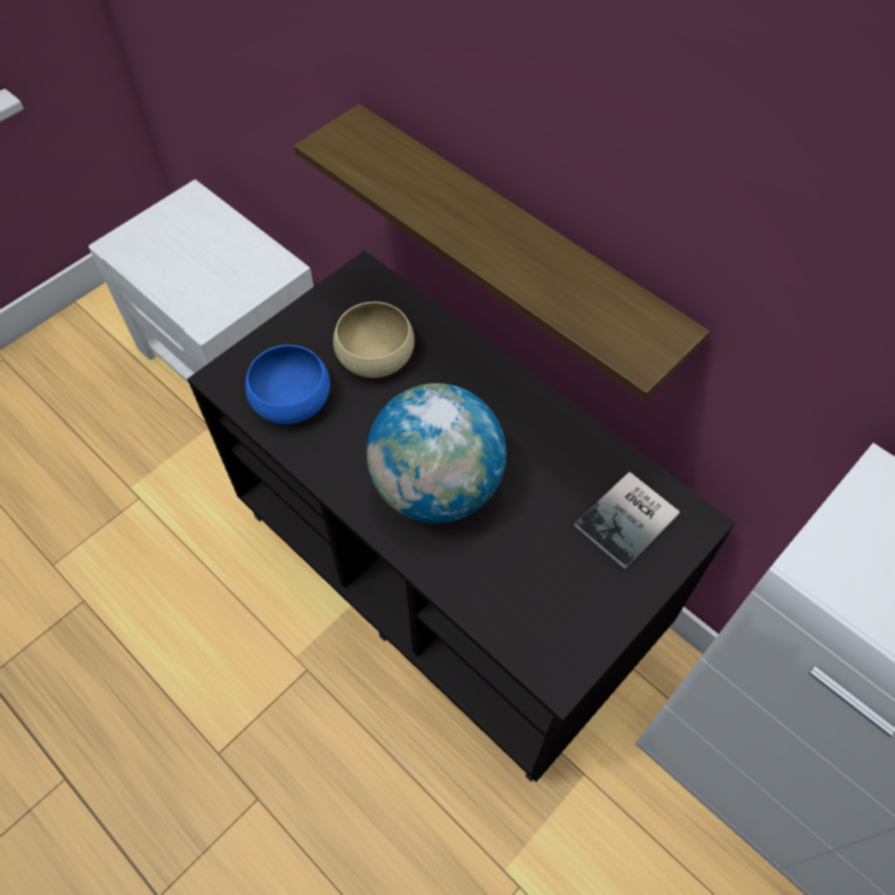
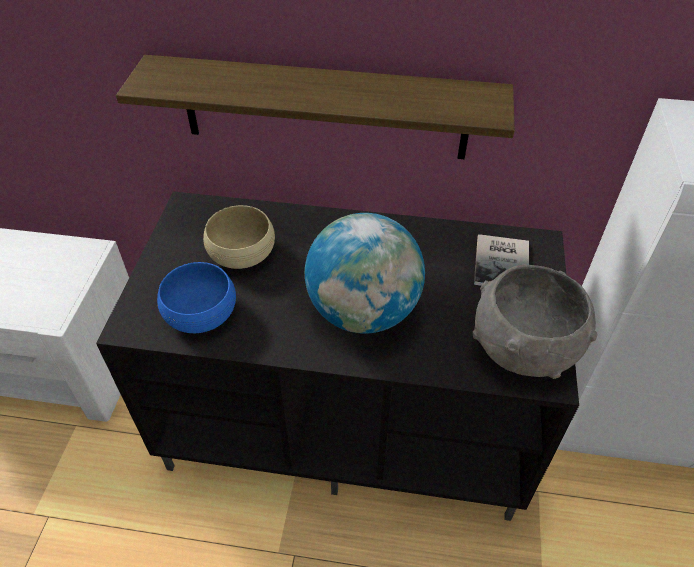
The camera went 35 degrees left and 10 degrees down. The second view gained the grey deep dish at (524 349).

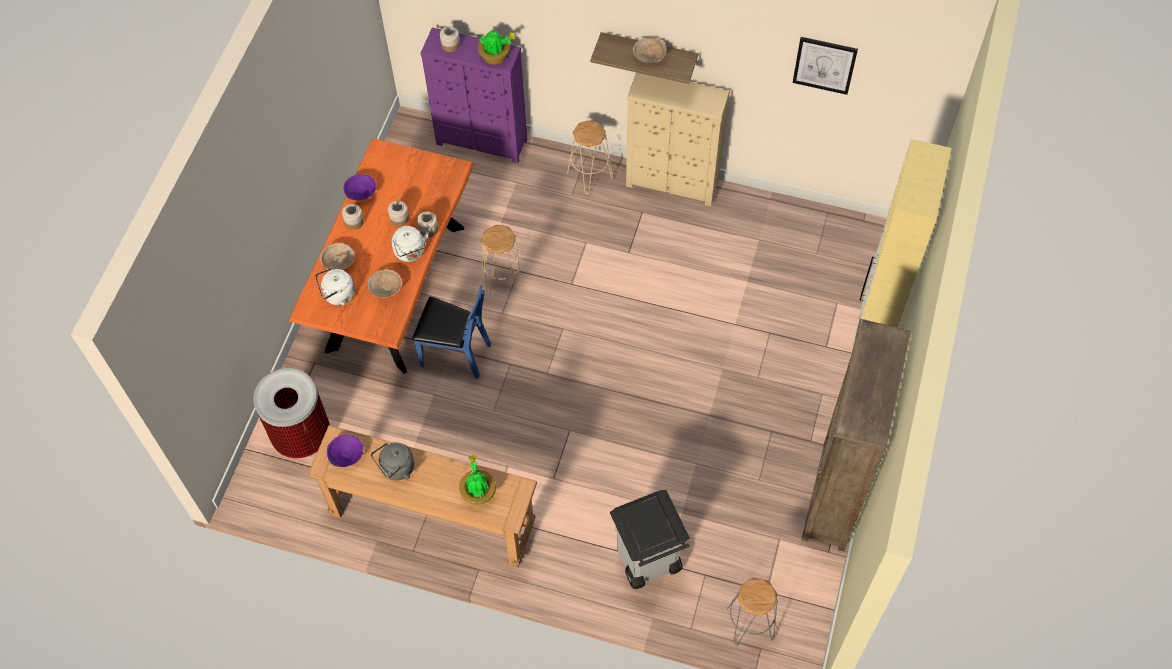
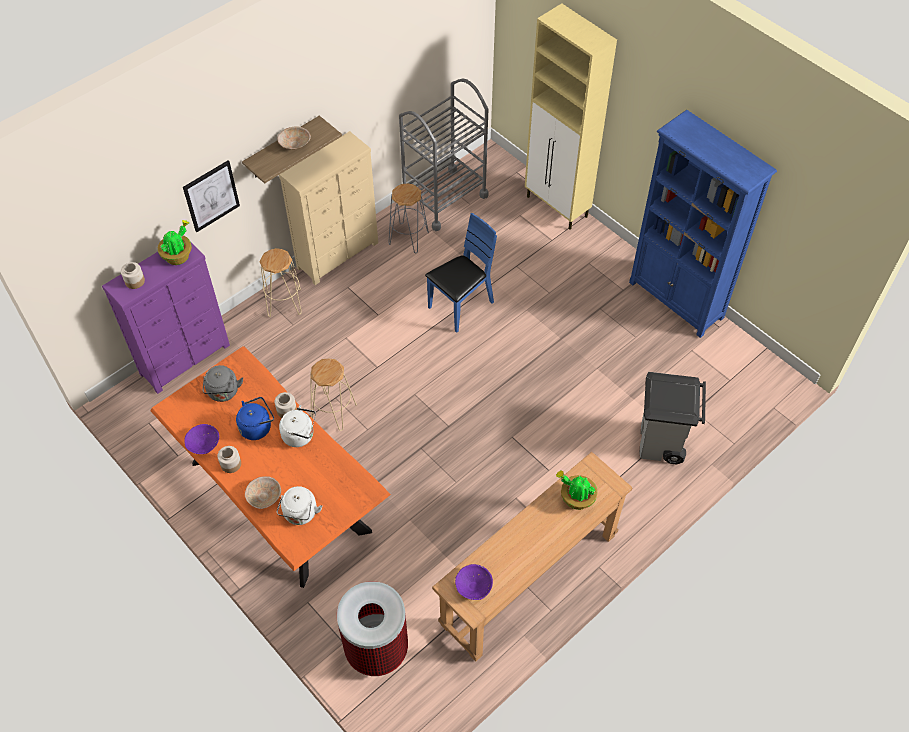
The camera went 60 degrees left and 5 degrees down. The second view lost the beige deep dish at (385 288). The grey water kettle ended up elsewhere, having gone from (396 469) to (223 393). Where the storage jar stood at (399 218), the blue water kettle came to stand at (257 427). The blue upright chair ended up elsewhere, having gone from (455 353) to (461 306). The grey sitting stool ended up elsewhere, having gone from (749 623) to (408 238). The wall picture ended up elsewhere, having gone from (824 65) to (211 196). What was the brownish shelving unit at (833 496) turned into the blue shelving unit at (676 300). The second view gained the grey cart at (444 199).

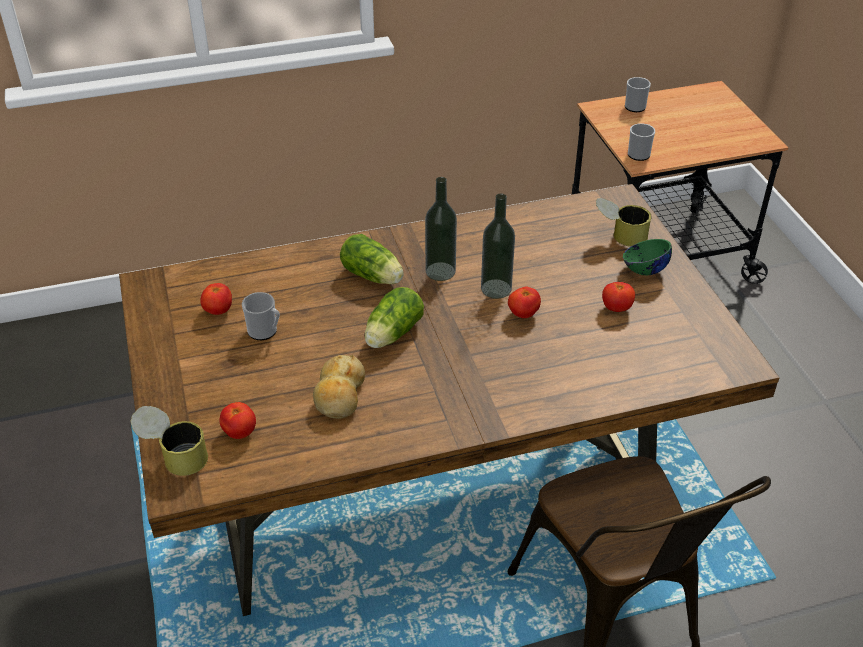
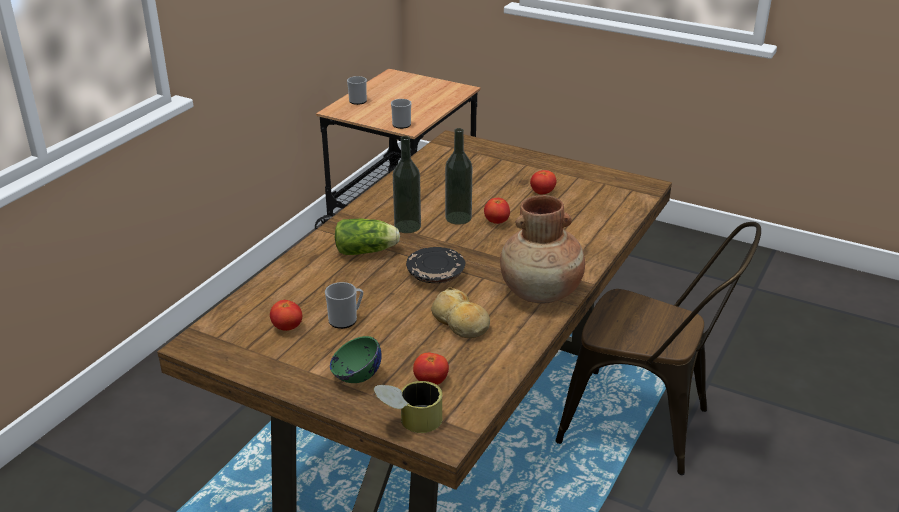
The camera went 45 degrees left and 10 degrees down. Where the lettuce head stood at (391 334), the blackish dinner plate came to stand at (436 274). The second view lost the metal can at (619 236). The greenish deep dish ended up elsewhere, having gone from (644 270) to (356 377). The second view gained the brownish decorative vase at (541 293).

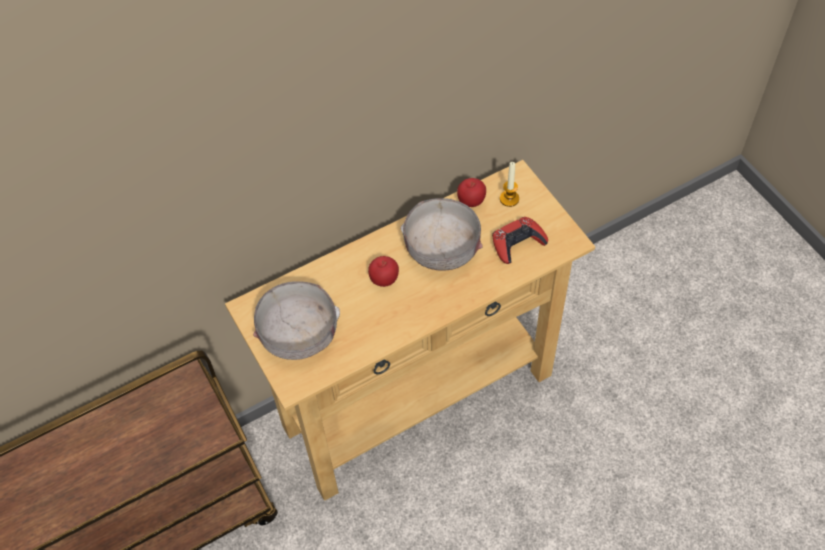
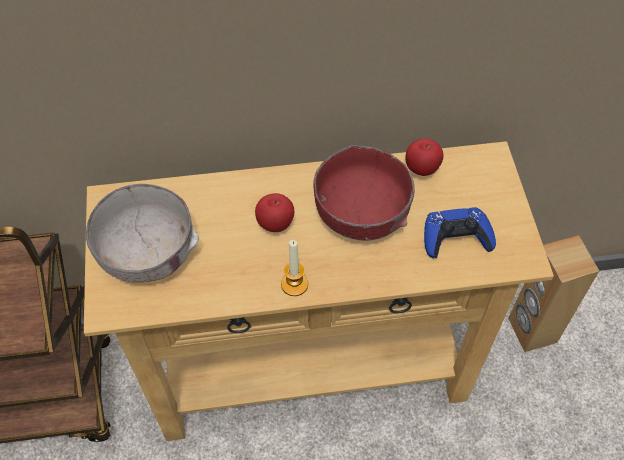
The camera went 20 degrees right and 0 degrees up. What was the grey deep dish at (442 249) turned into the reddish deep dish at (361 212). What was the reddish gamepad at (517 243) turned into the blue gamepad at (456 237). The wax light ended up elsewhere, having gone from (509 199) to (294 284). The second view gained the brownish speaker at (531 330).

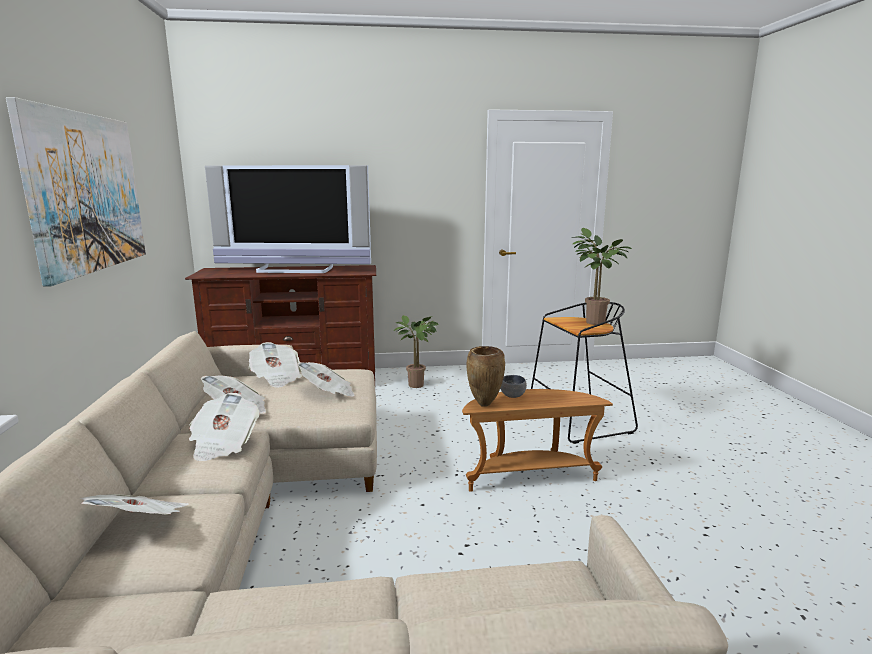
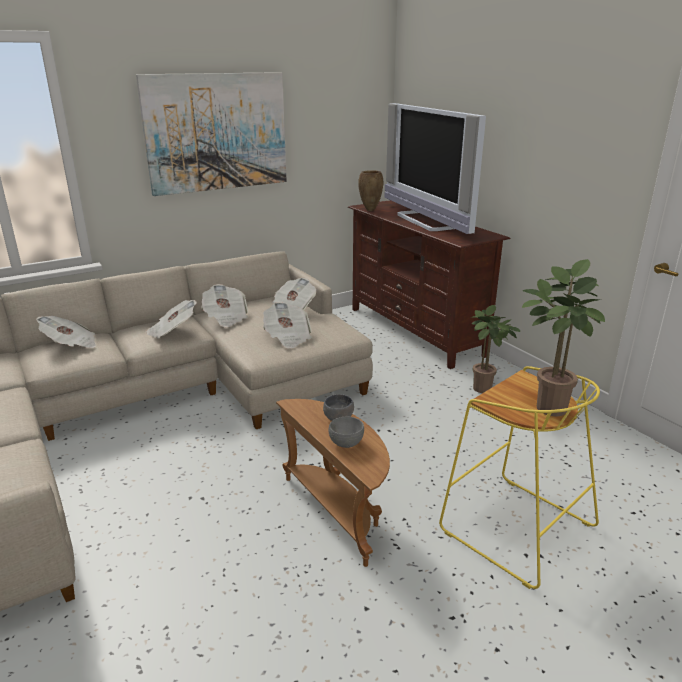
The camera went 65 degrees right and 10 degrees up. The brownish decorative vase ended up elsewhere, having gone from (484 405) to (369 210). What was the blackish sitting stool at (578 421) turned into the yellow-coloured sitting stool at (514 528). The second view gained the grey deep dish at (346 444).

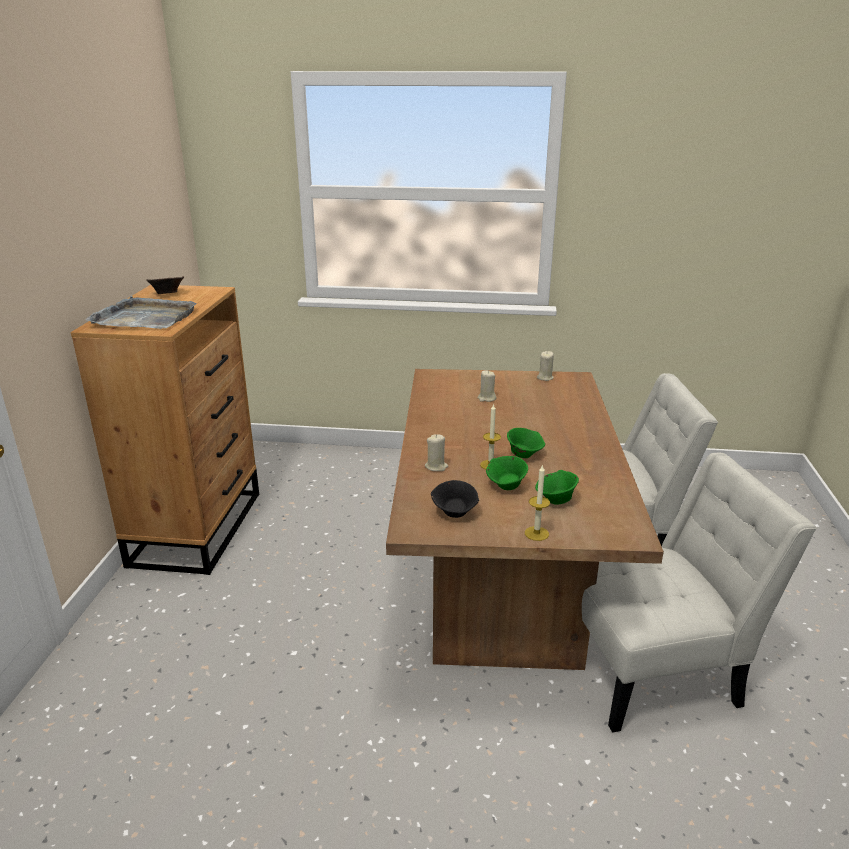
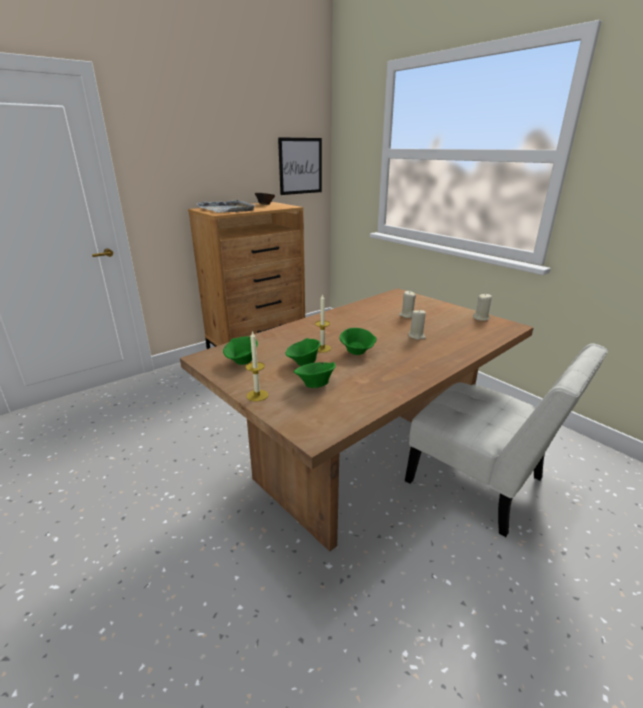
The camera went 45 degrees right and 0 degrees up. The beige wax light ended up elsewhere, having gone from (436 467) to (416 336). What was the blackish deep dish at (455 513) turned into the greenish deep dish at (242 362). The second view lost the whitish upright chair at (656 668). The second view gained the wall picture at (300 166).

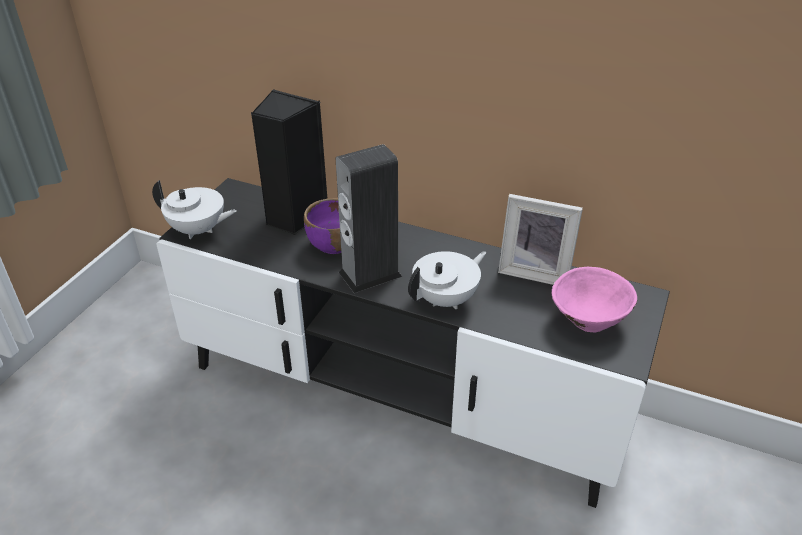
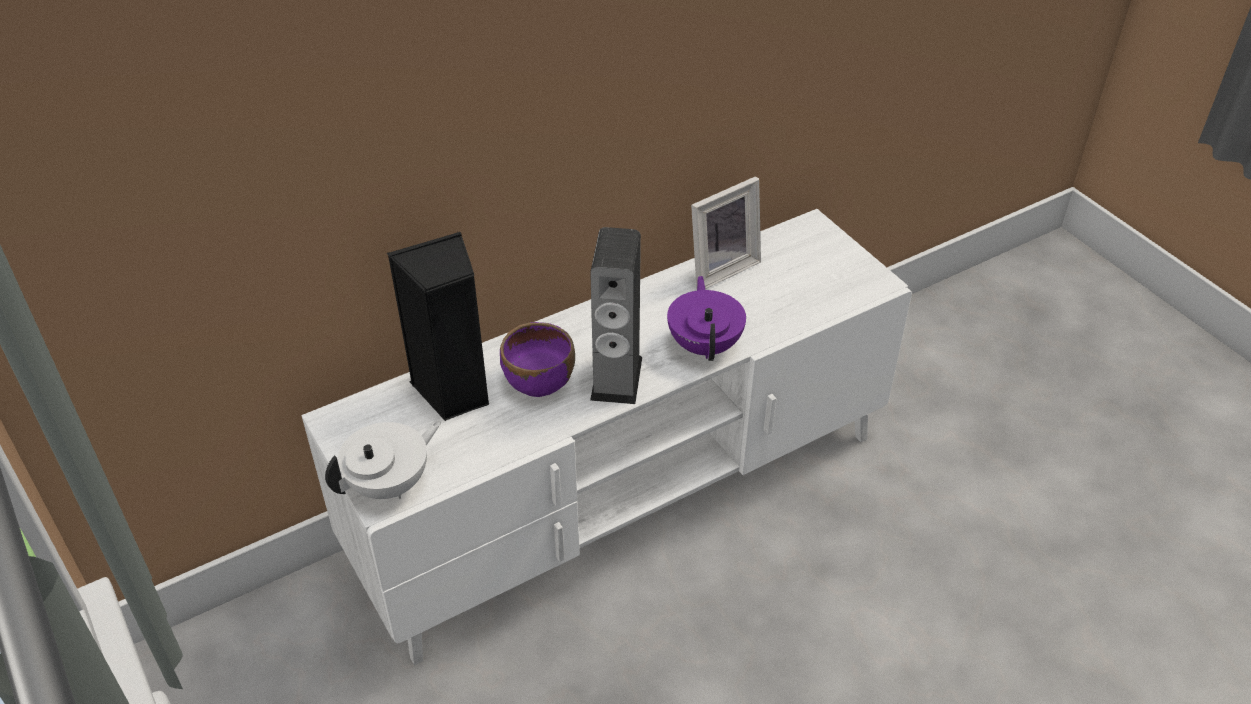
The camera went 55 degrees left and 5 degrees up. What was the blackish media console at (401 394) turned into the whitish media console at (624 499). What was the whitish pot for tea at (446 299) turned into the purplish pot for tea at (705 345). The second view lost the pink-coloured deep dish at (589 319).

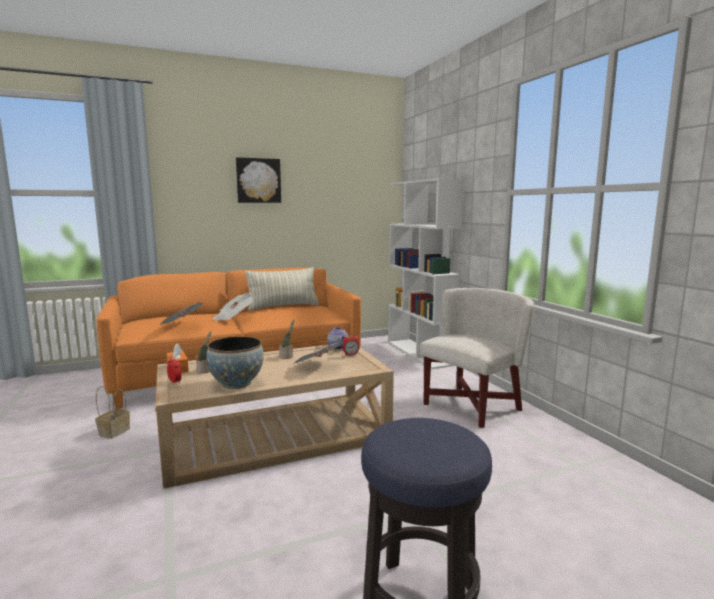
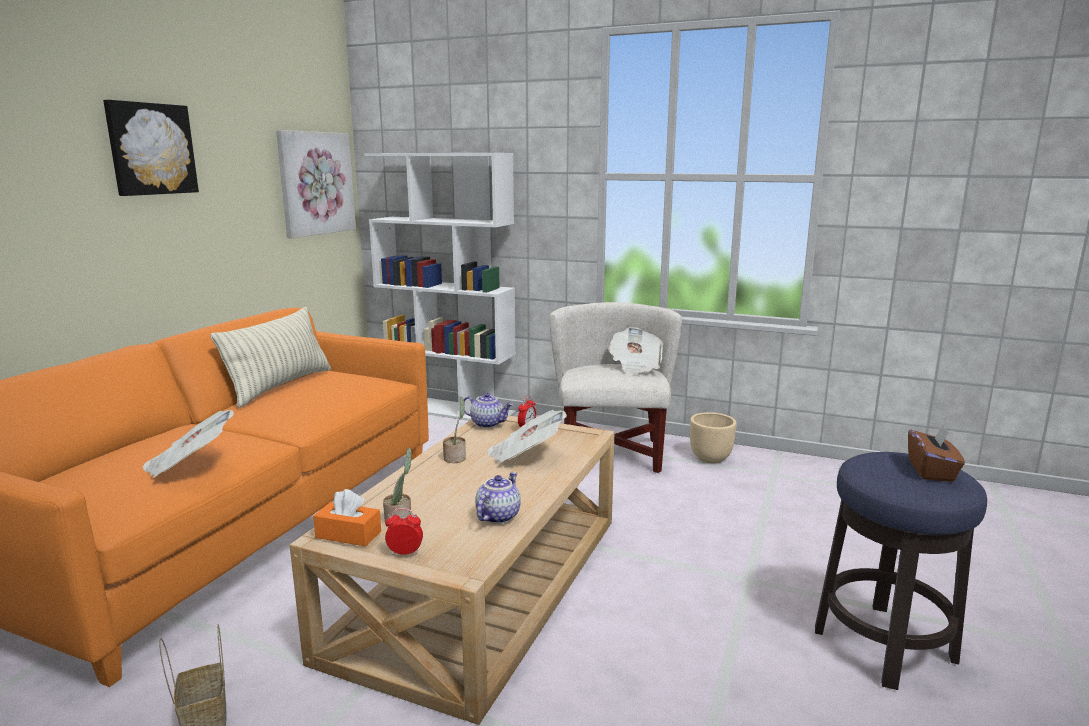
The camera went 45 degrees left and 5 degrees up. Where the deep dish stood at (236 383), the pot for tea came to stand at (497 516). The daily paper ended up elsewhere, having gone from (233 317) to (635 366). The second view gained the wall picture at (315 183). The second view gained the beige plant pot at (711 458). The second view gained the brownish tissue box at (931 471).

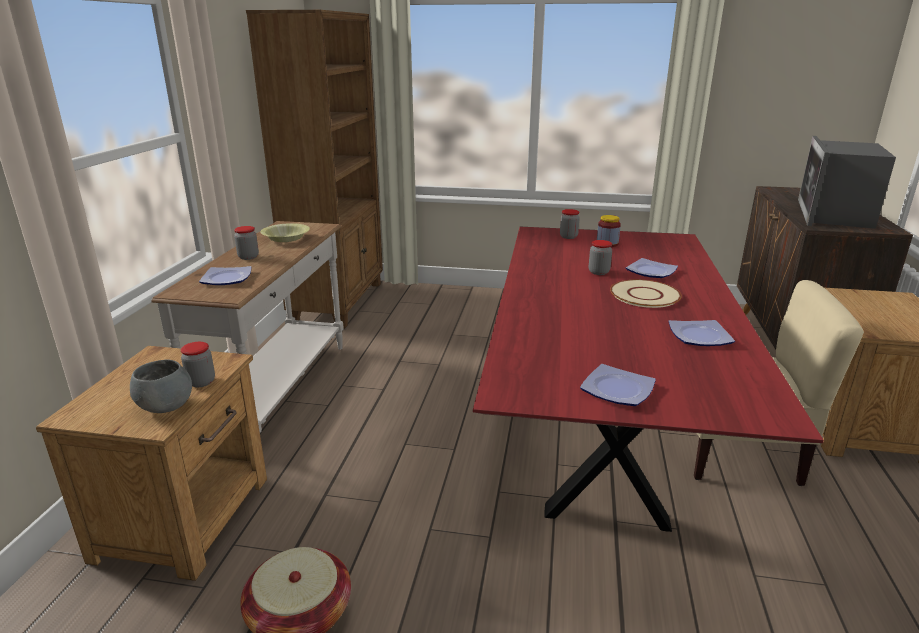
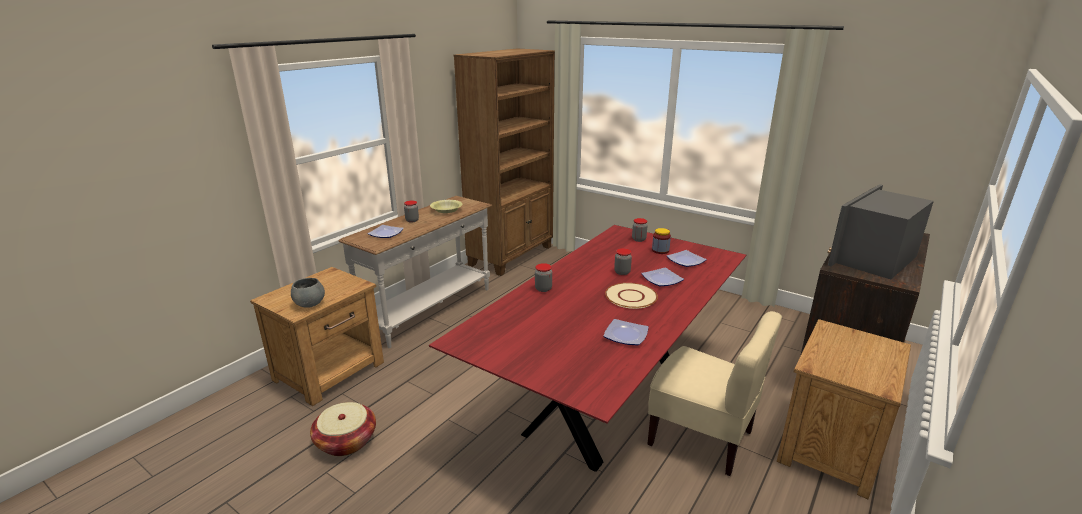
The camera went 25 degrees right and 0 degrees up. The storage jar ended up elsewhere, having gone from (201 382) to (543 289). The dinner plate ended up elsewhere, having gone from (615 390) to (685 261).

